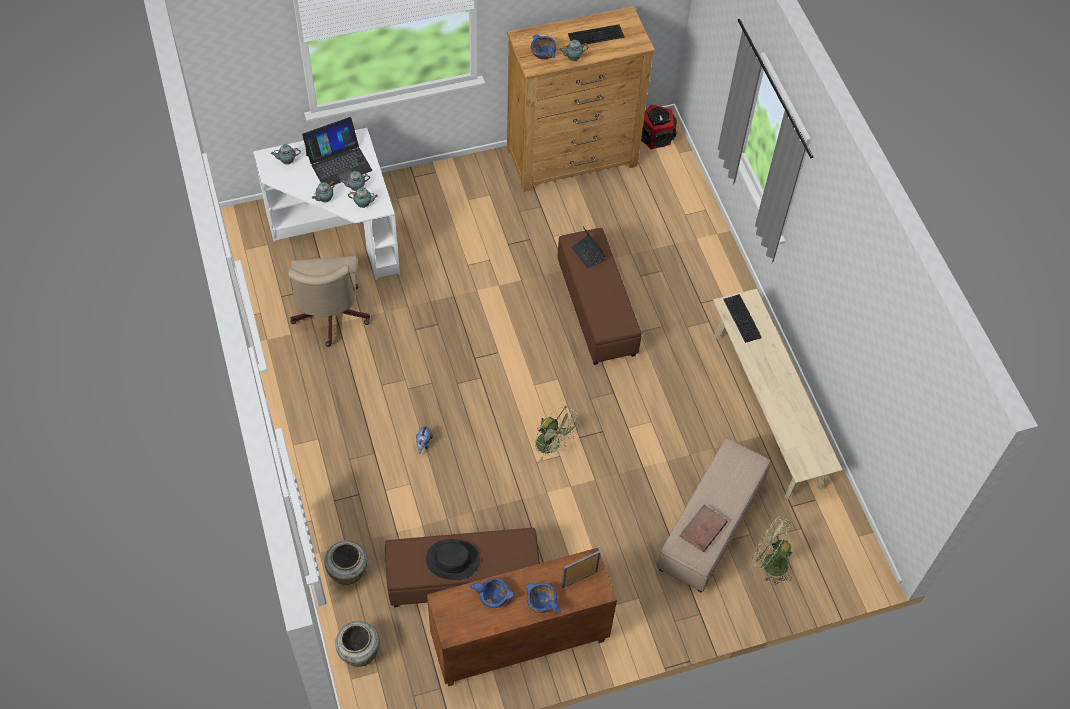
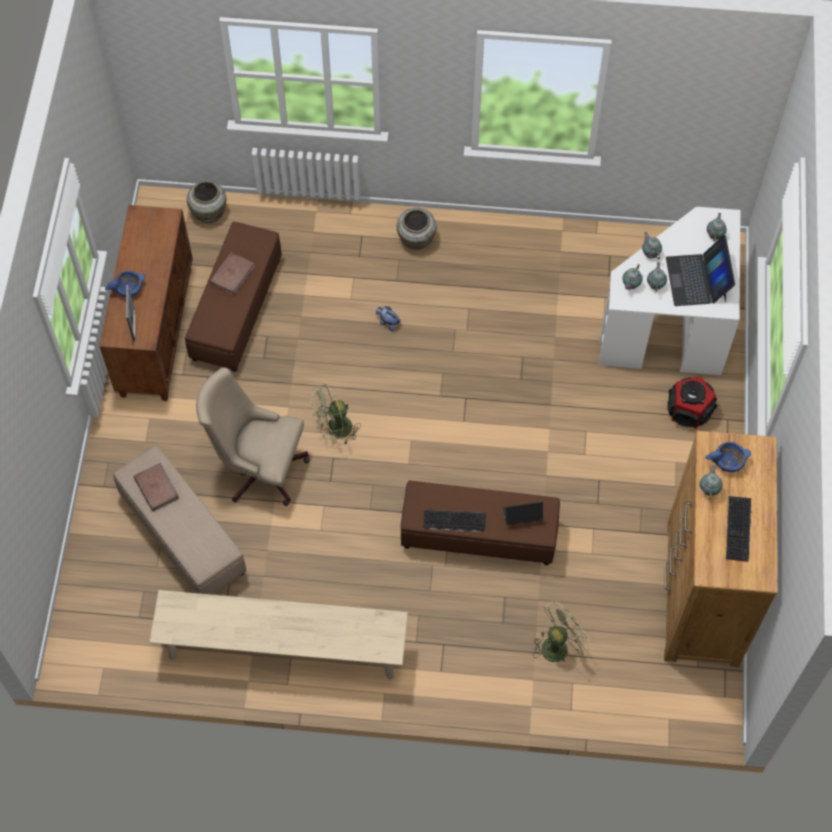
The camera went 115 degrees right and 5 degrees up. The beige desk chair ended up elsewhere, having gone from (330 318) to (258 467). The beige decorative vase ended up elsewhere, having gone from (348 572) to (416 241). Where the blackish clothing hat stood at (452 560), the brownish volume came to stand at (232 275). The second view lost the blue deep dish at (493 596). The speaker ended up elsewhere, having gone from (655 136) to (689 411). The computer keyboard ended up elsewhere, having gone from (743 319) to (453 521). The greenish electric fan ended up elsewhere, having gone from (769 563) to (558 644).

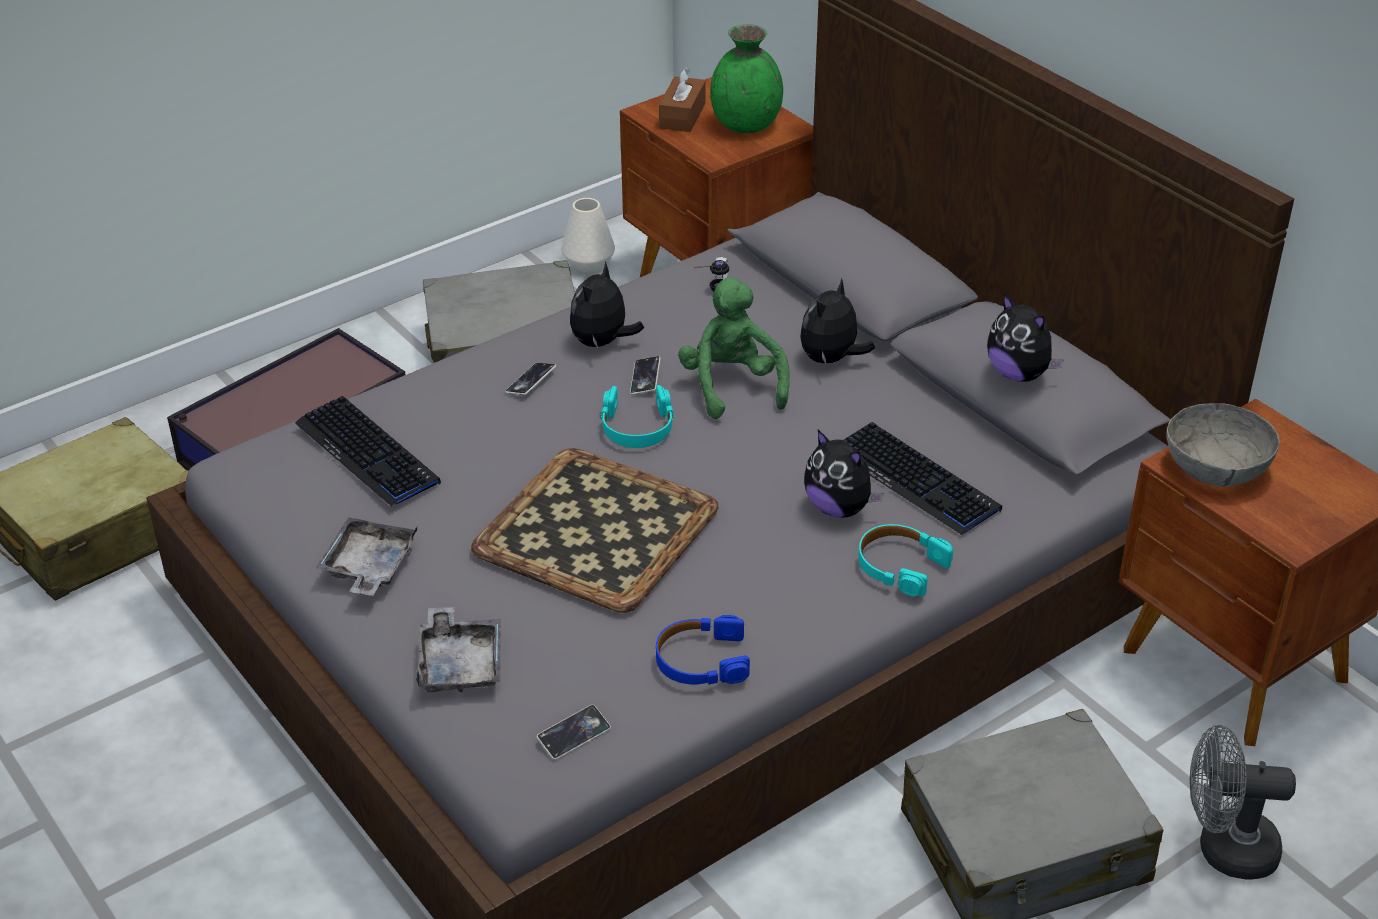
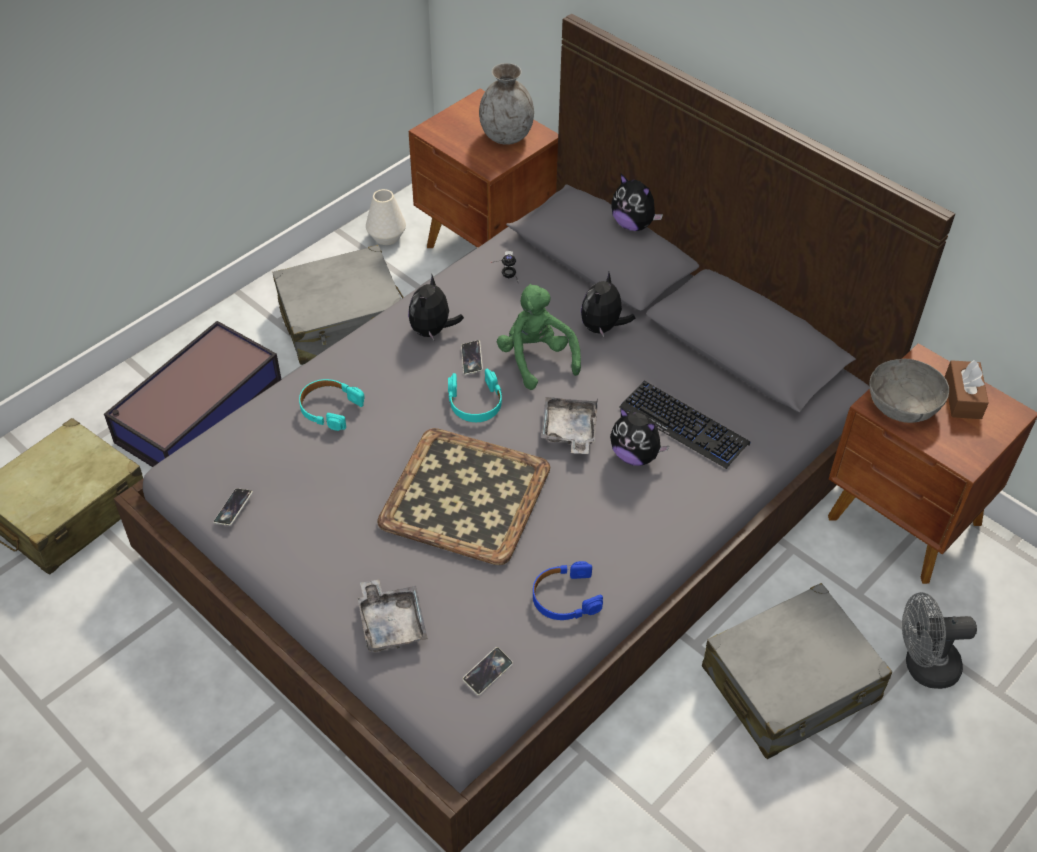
The camera went 10 degrees left and 10 degrees up. The second view lost the computer keyboard at (368 453). The grey serving tray ended up elsewhere, having gone from (368 567) to (569 431). The telephone ended up elsewhere, having gone from (531 382) to (233 509). The brownish tissue box ended up elsewhere, having gone from (682 115) to (962 397). What was the greenish decorative vase at (746 125) turned into the grey decorative vase at (506 136). The turquoise-coloured headphones ended up elsewhere, having gone from (900 566) to (329 408). The plush toy ended up elsewhere, having gone from (1019 374) to (633 224).

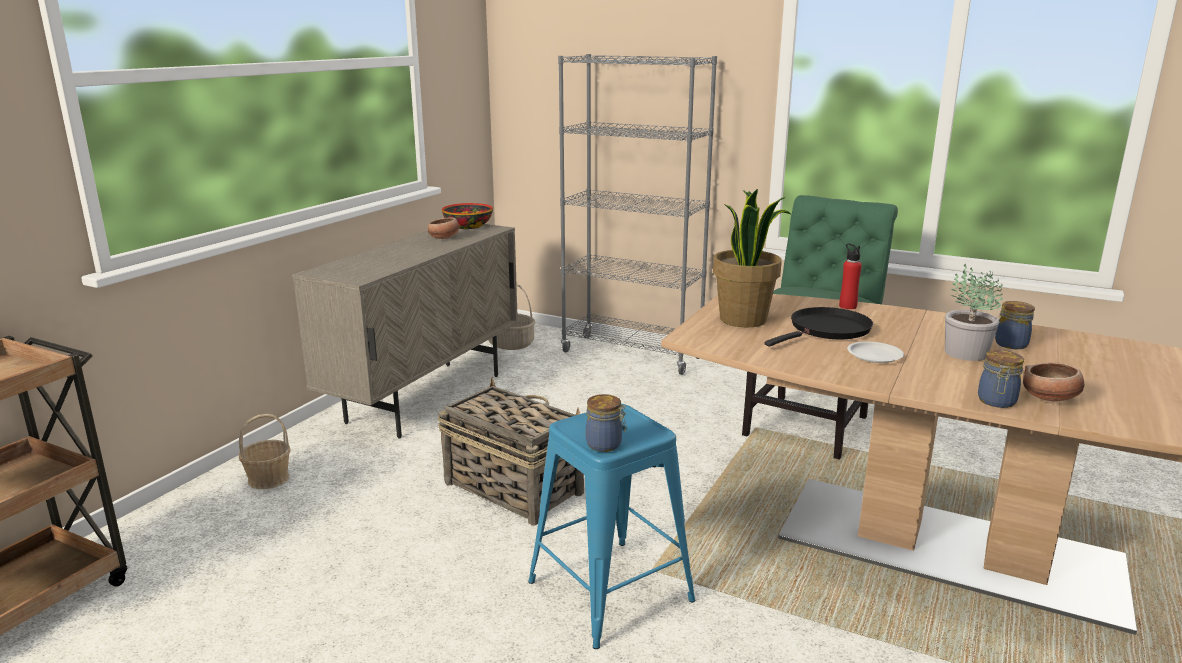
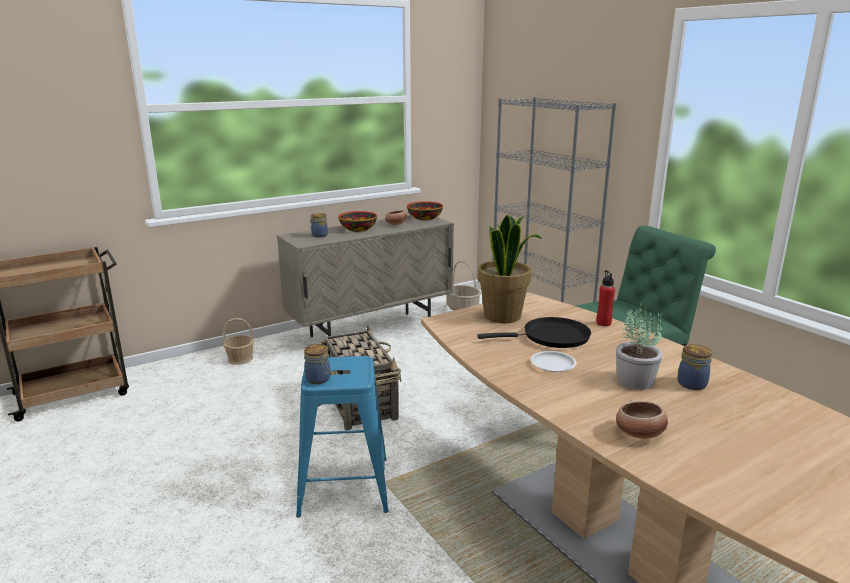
The camera went 30 degrees right and 0 degrees up. The storage jar ended up elsewhere, having gone from (996 402) to (319 235). The second view gained the deep dish at (358 229).

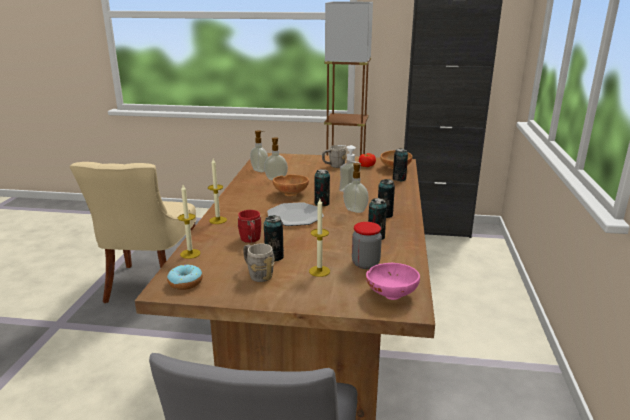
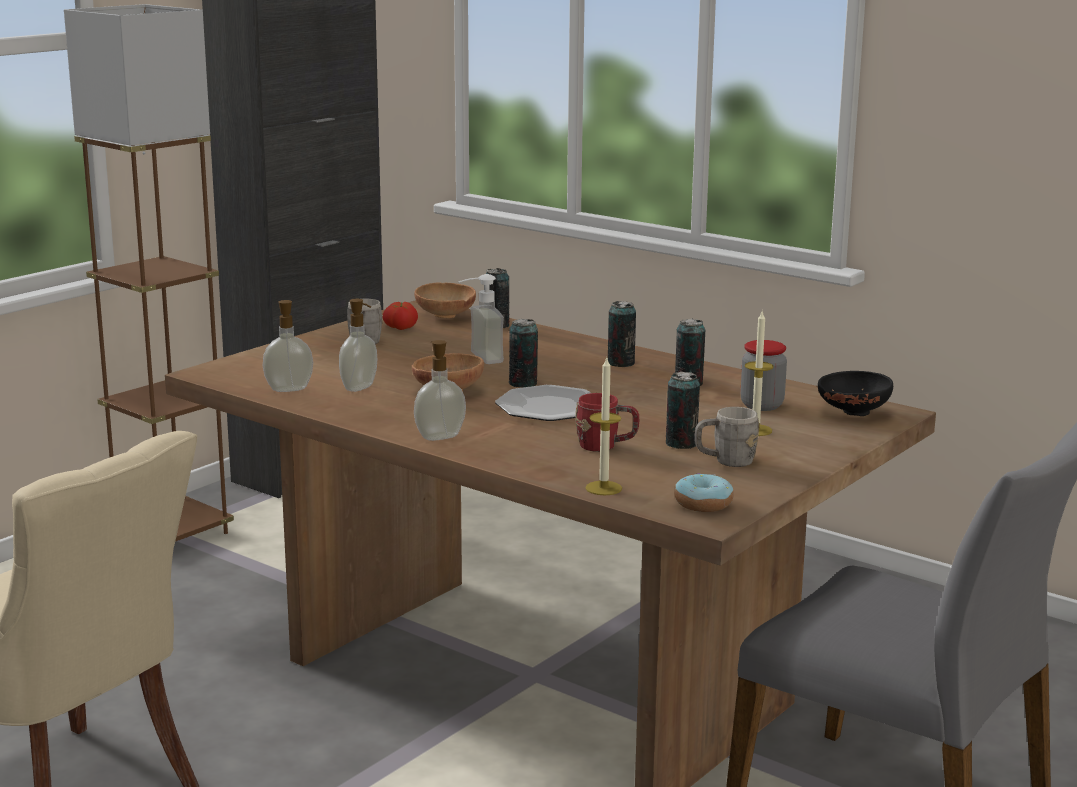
The camera went 60 degrees left and 5 degrees down. The second view lost the wax light at (218 220). The soap dispenser ended up elsewhere, having gone from (355 210) to (439 436). What was the pink-coloured deep dish at (391 293) turned into the blackish deep dish at (851 412).

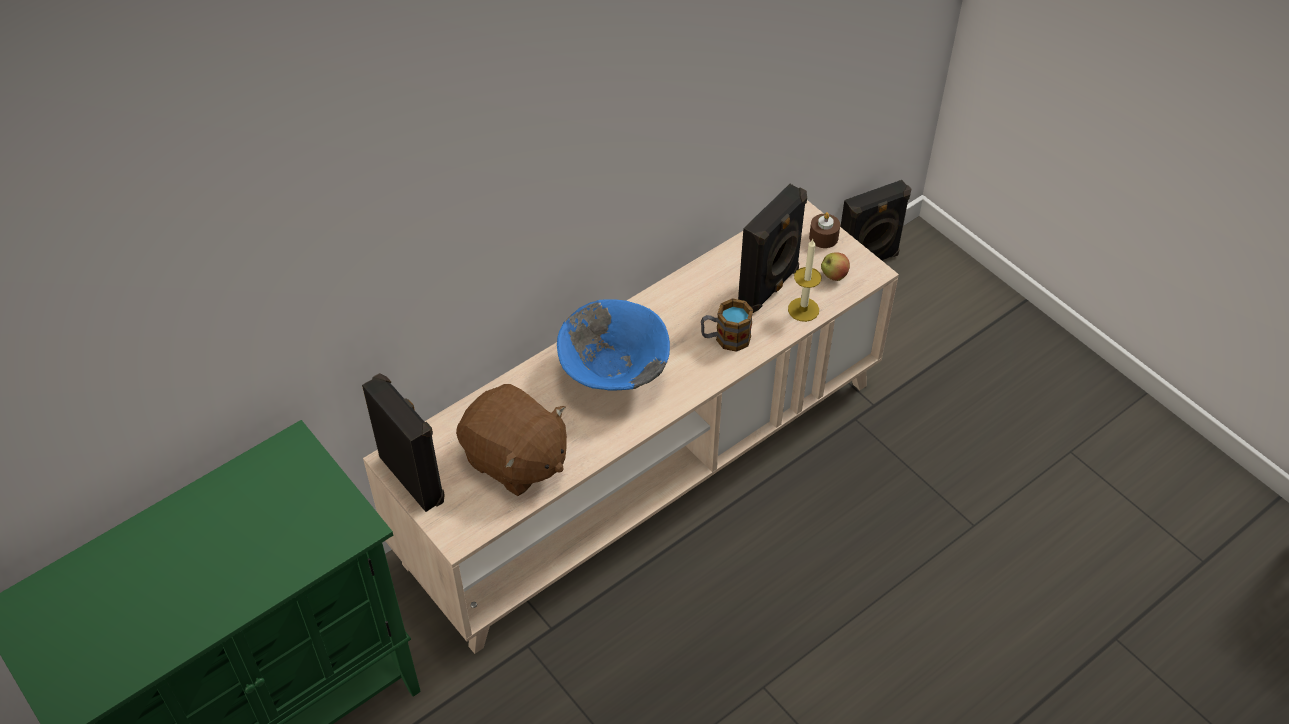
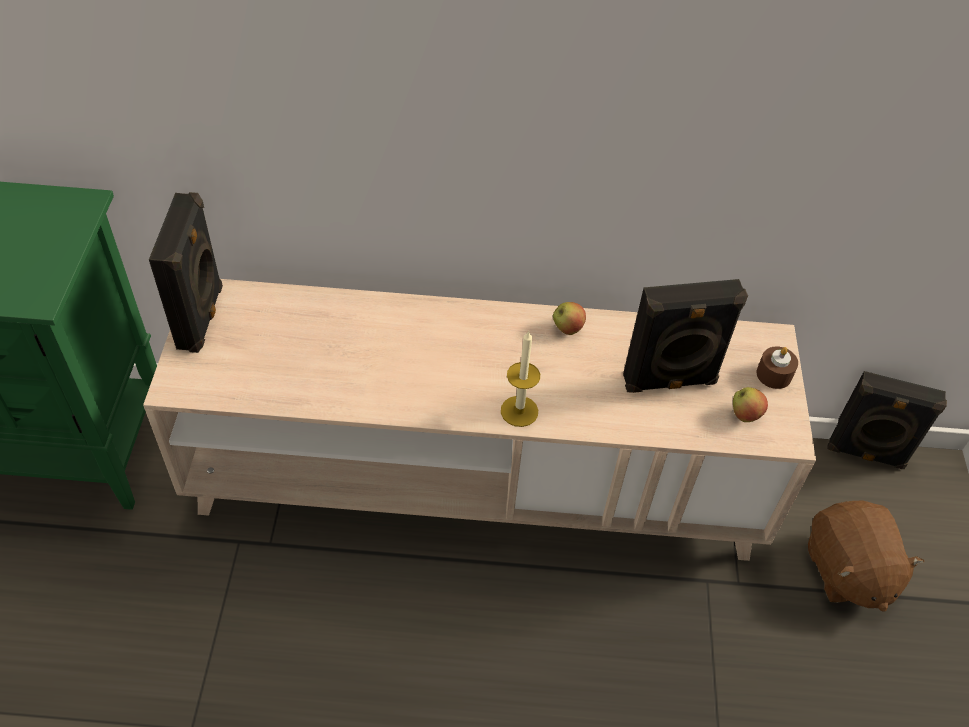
The camera went 40 degrees right and 0 degrees up. The brownish plush toy ended up elsewhere, having gone from (515 460) to (847 571). The second view lost the blue deep dish at (613 374). The second view lost the tea mug at (725 338). The wax light ended up elsewhere, having gone from (803 309) to (519 411). The second view gained the whole apple at (567 328).

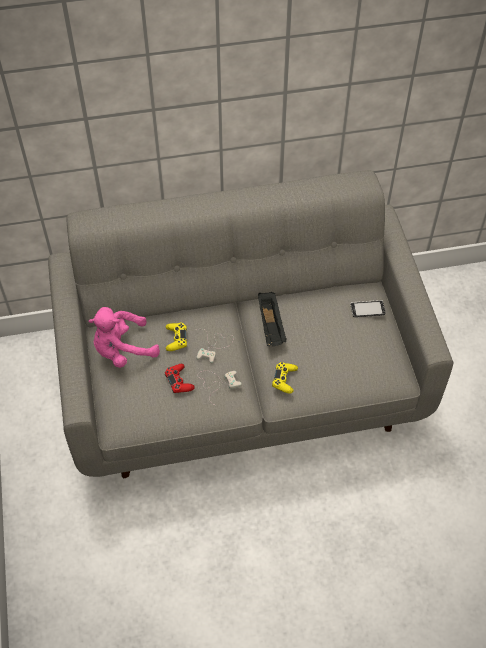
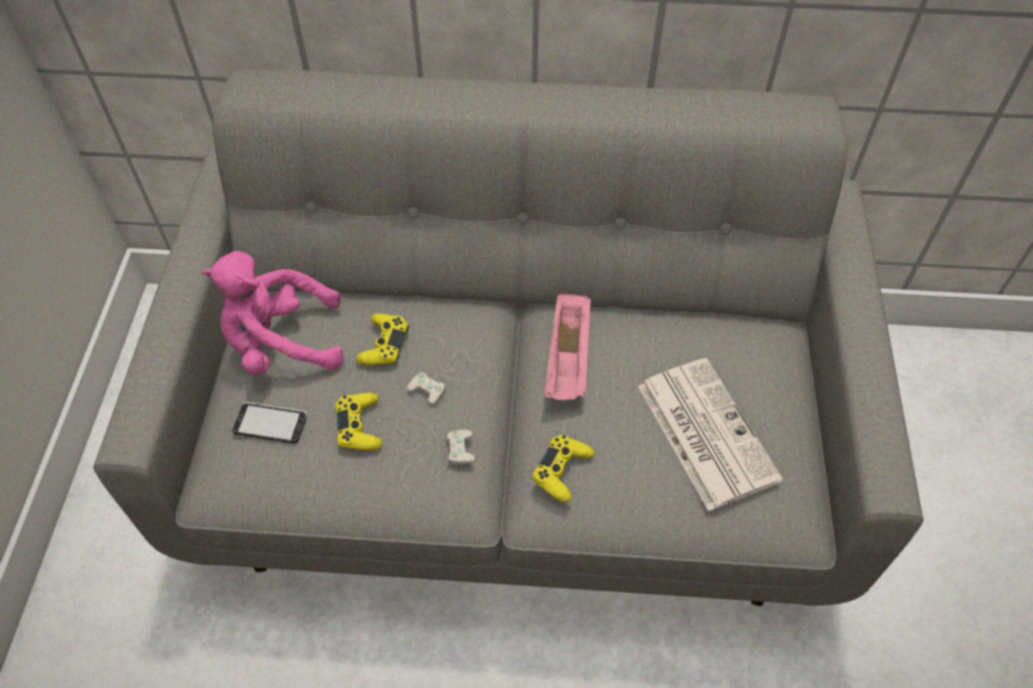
The camera went 15 degrees right and 0 degrees up. What was the reddish gamepad at (179 381) turned into the yellow-coloured gamepad at (359 426). What was the blackish serving tray at (271 326) turned into the pink-coloured serving tray at (568 359). The telephone ended up elsewhere, having gone from (367 309) to (270 424). The second view gained the daily paper at (704 431).

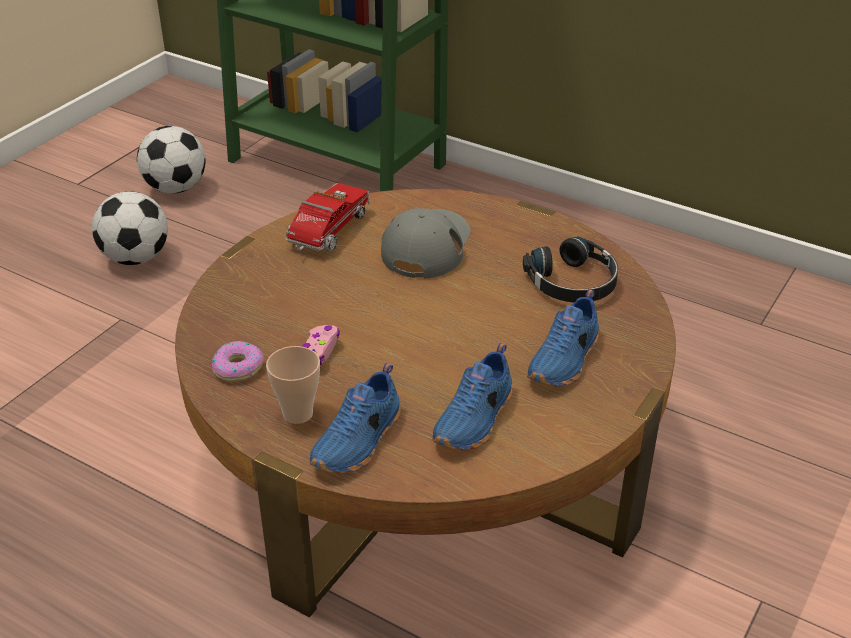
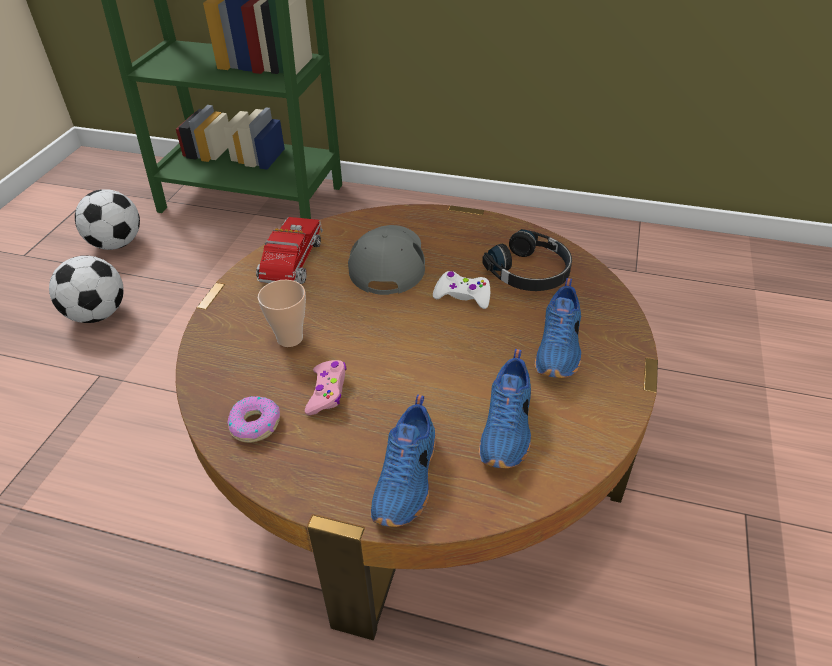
The camera went 15 degrees left and 5 degrees up. The cup ended up elsewhere, having gone from (298 414) to (290 338). The second view gained the whitish gamepad at (463 295).

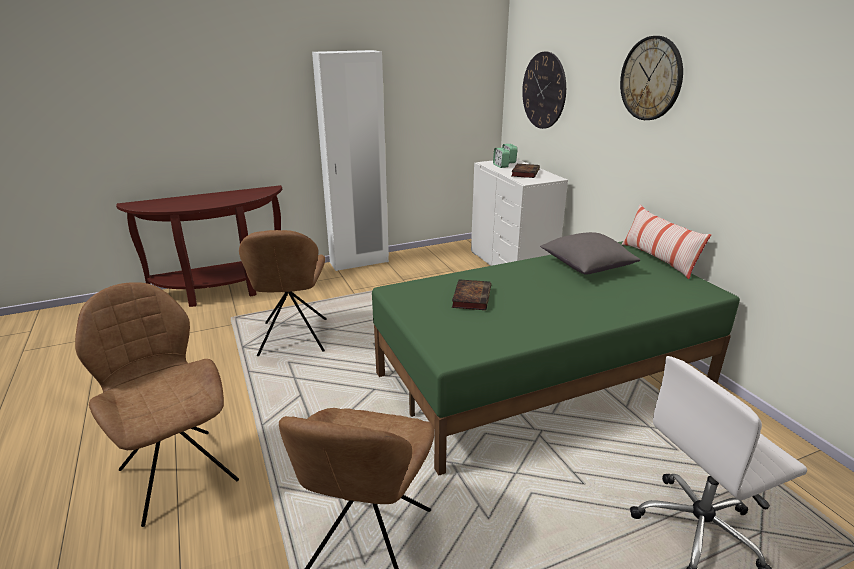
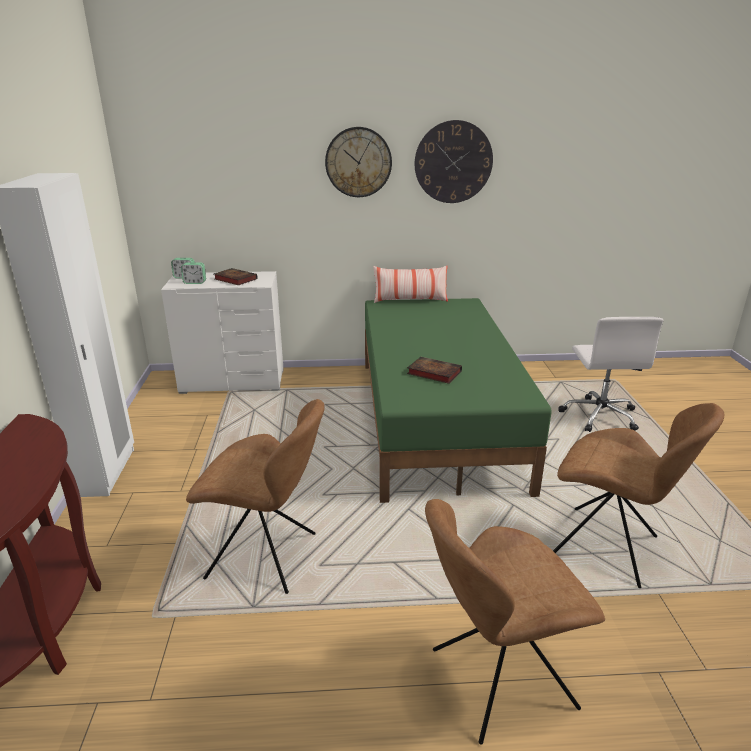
The camera went 70 degrees left and 0 degrees up. The clock on the wall ended up elsewhere, having gone from (544 90) to (453 162). The second view lost the grey throw pillow at (586 266).

